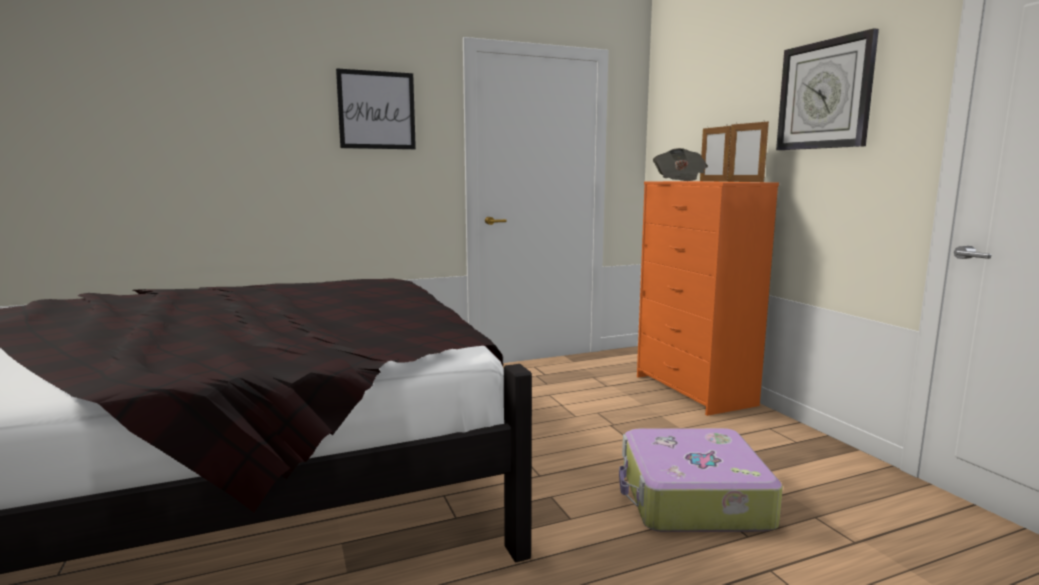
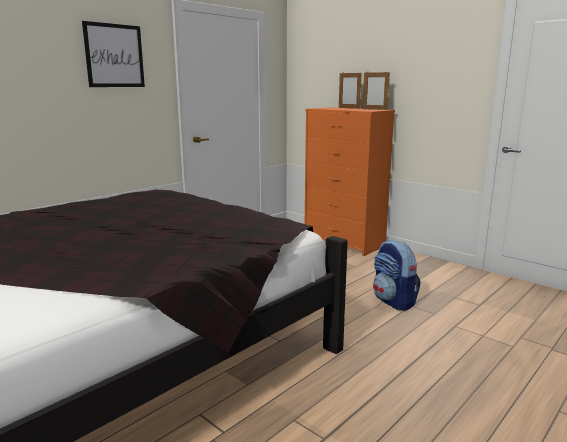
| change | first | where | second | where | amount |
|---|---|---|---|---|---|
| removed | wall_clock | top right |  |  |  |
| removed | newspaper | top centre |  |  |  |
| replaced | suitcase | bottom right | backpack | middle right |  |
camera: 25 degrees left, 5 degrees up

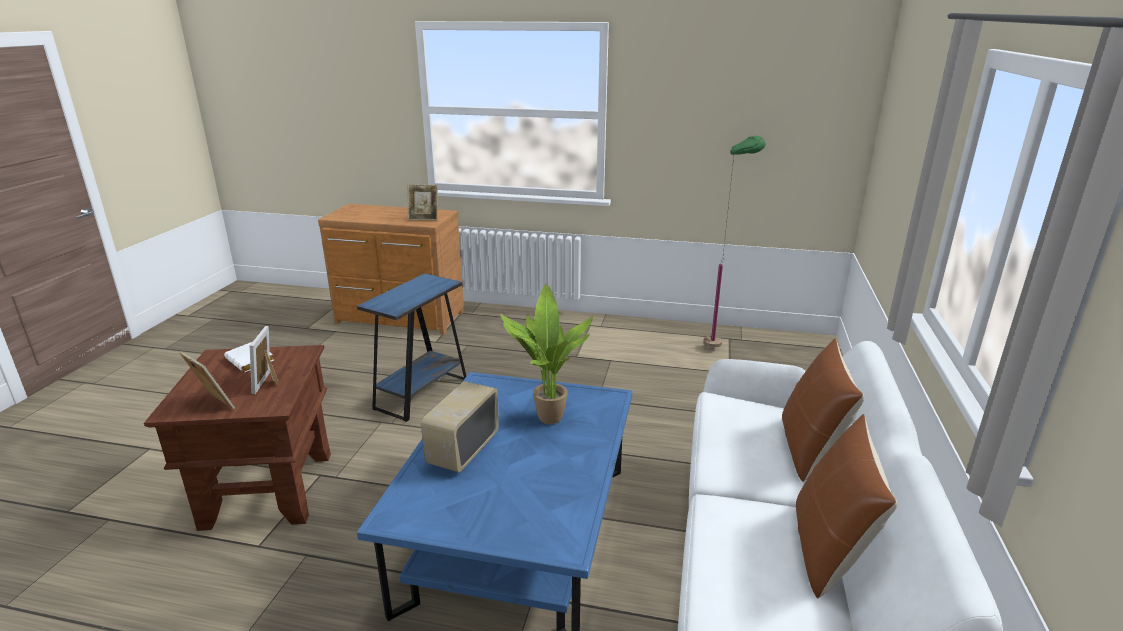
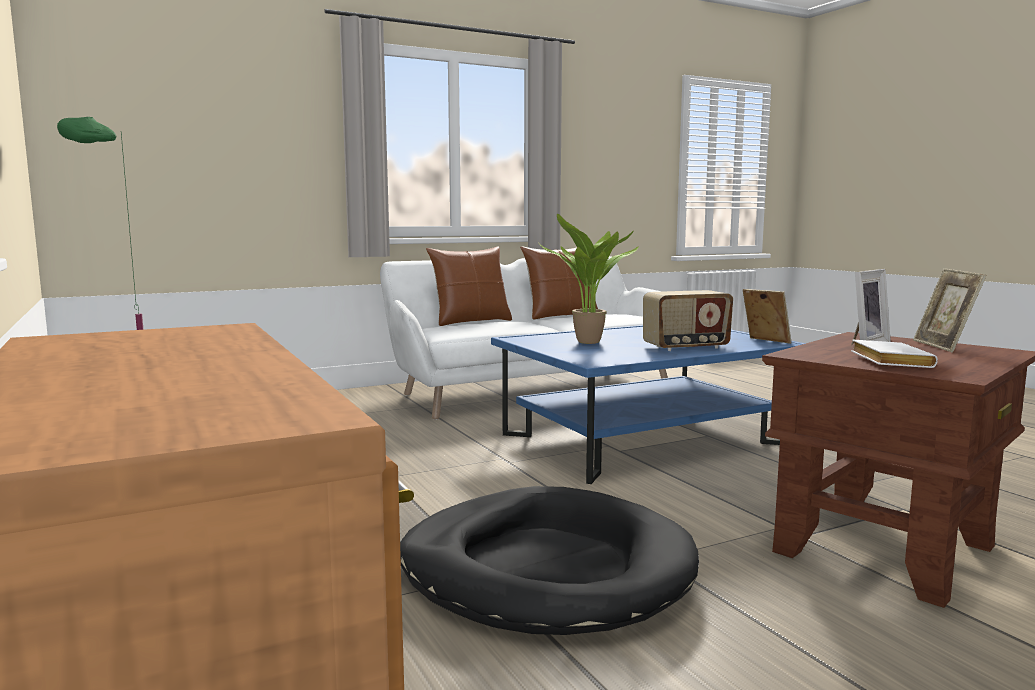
| change | first | where | second | where | amount |
|---|---|---|---|---|---|
| moved | picture_frame (3rd from left in the first image) | top centre | picture_frame (1st from left) | middle right |  |
| replaced | blue_side_table | centre | black_dog_bed | bottom centre |  |
camera: 130 degrees left, 15 degrees down

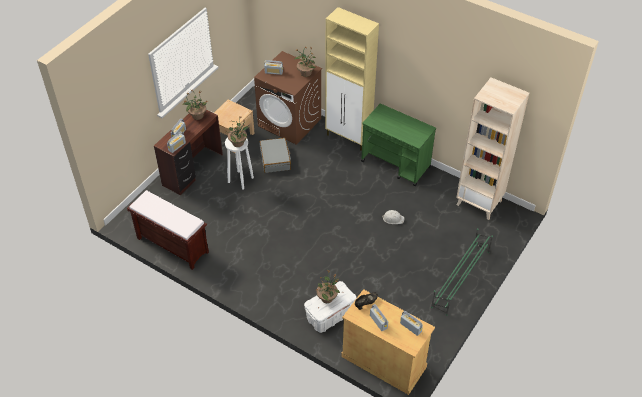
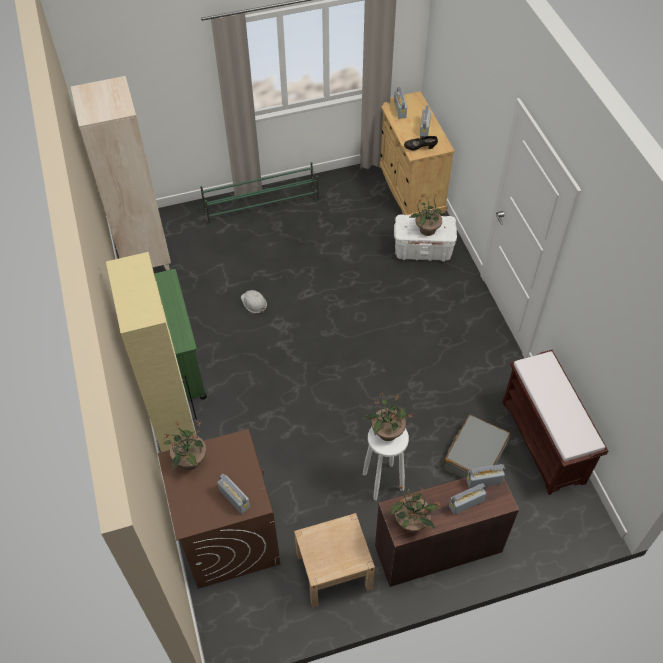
| change | first | where | second | where | amount |
|---|---|---|---|---|---|
| moved | grey_suitcase | centre |  | bottom right |  |
camera: 140 degrees left, 5 degrees up

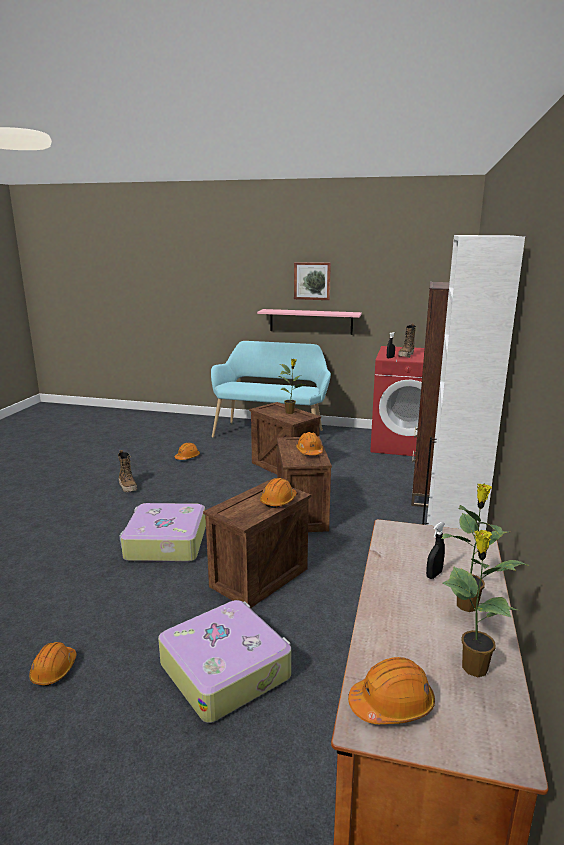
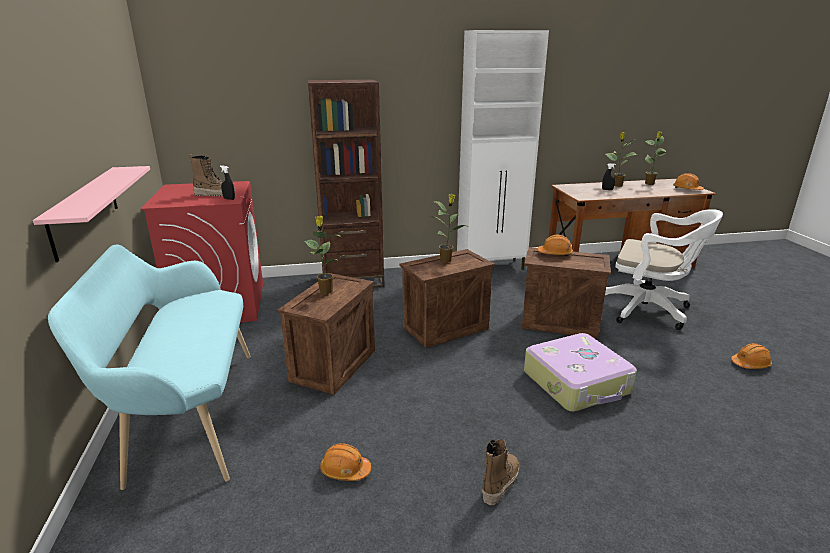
| change | first | where | second | where | amount |
|---|---|---|---|---|---|
| removed | picture | top centre |  |  |  |
| replaced | orange_hard_hat (4th from left) | centre | potted_plant (2nd from left) | centre |  |
| replaced | suitcase (2nd from left) | bottom centre | white_office_chair | middle right |  |
camera: 115 degrees left, 5 degrees up

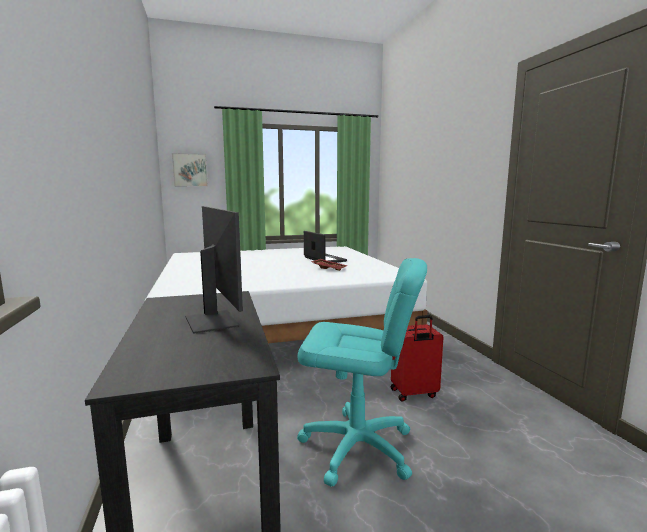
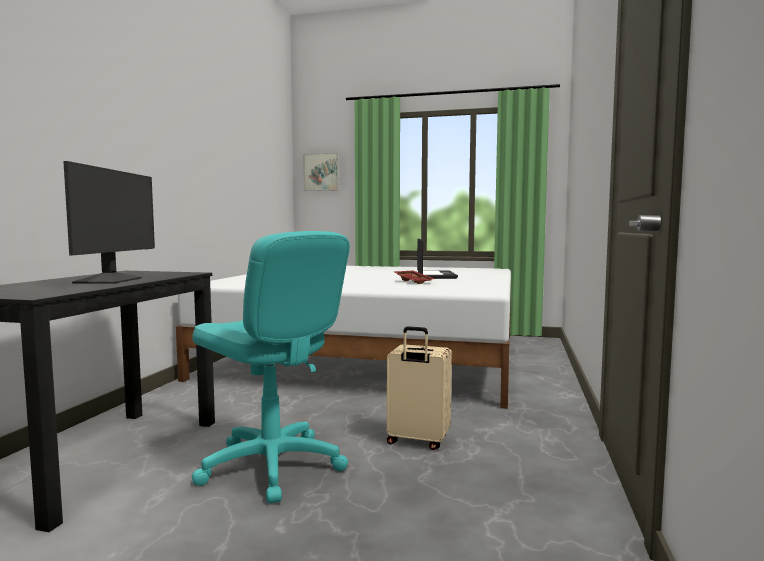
| change | first | where | second | where | amount |
|---|---|---|---|---|---|
| recoloured | red_suitcase | bottom centre | beige_suitcase | bottom centre |  |
camera: 30 degrees right, 5 degrees down

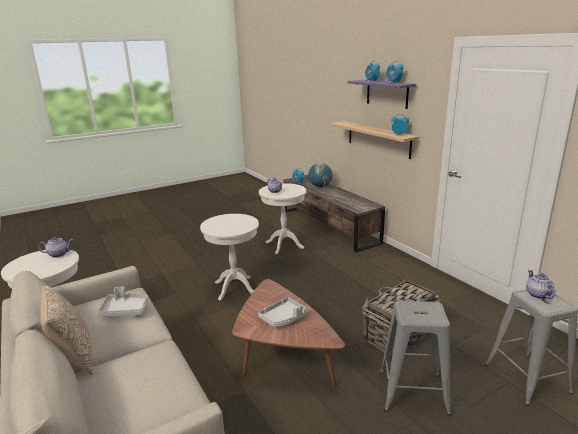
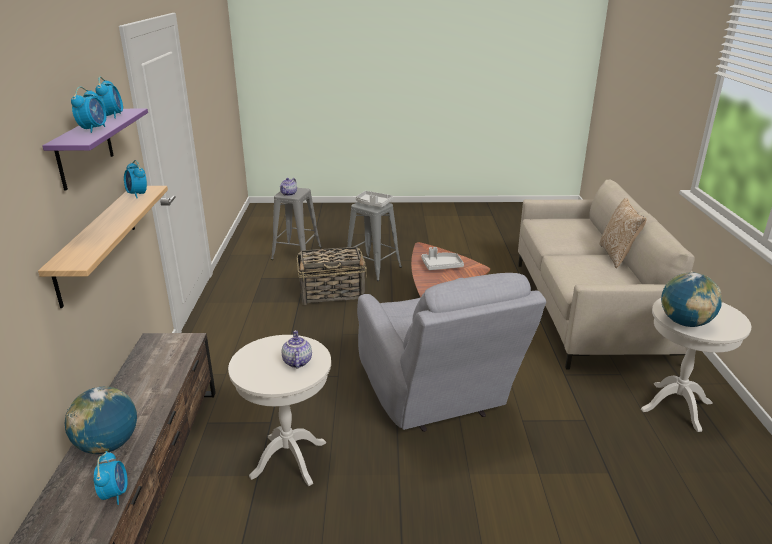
| change | first | where | second | where | amount |
|---|---|---|---|---|---|
| replaced | white_side_table (2nd from left) | centre | grey_armchair | centre |  |
| replaced | teapot (1st from left) | middle left | globe (2nd from left) | middle right |  |
| moved | grey_tray (1st from left) | bottom left |  | centre |  |
camera: 150 degrees left, 5 degrees up

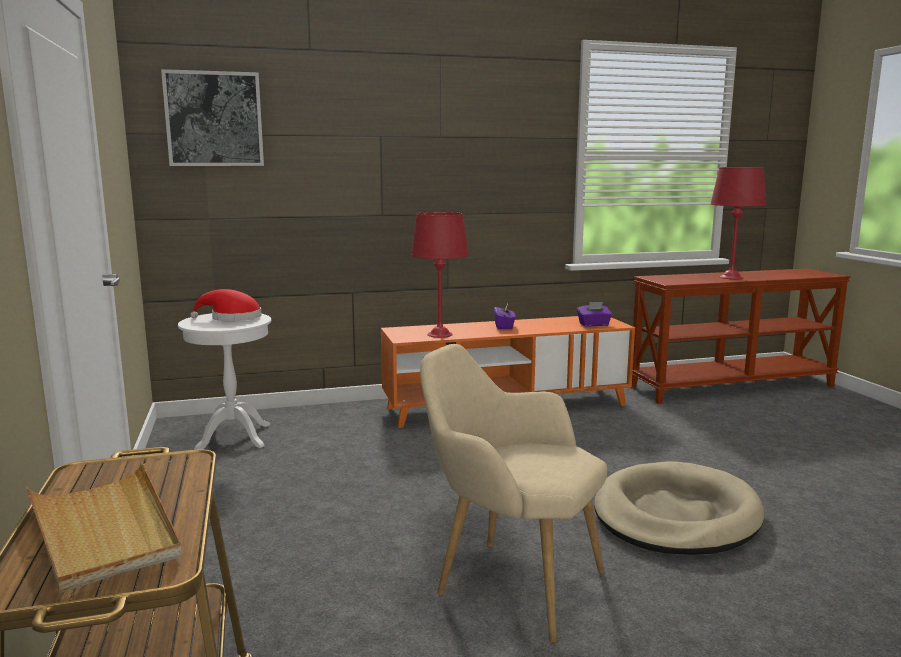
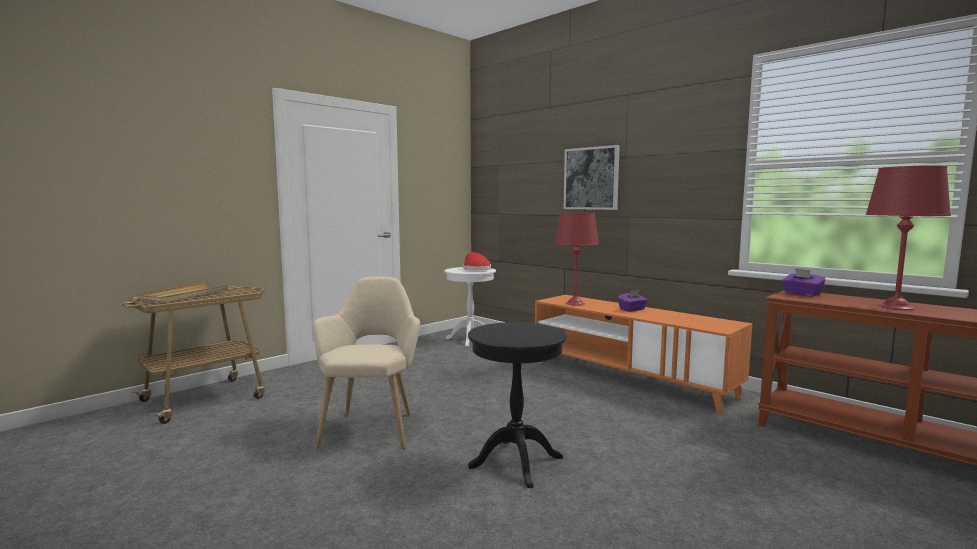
| change | first | where | second | where | amount |
|---|---|---|---|---|---|
| moved | picture | top left |  | top centre |  |
| moved | purple_tissue_box (2nd from left) | centre |  | middle right |  |
| replaced | beige_dog_bed | bottom right | black_side_table | bottom centre |  |
camera: 60 degrees right, 5 degrees down

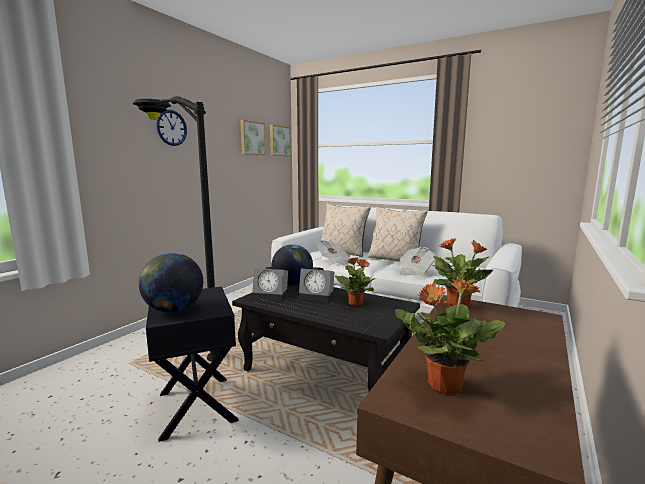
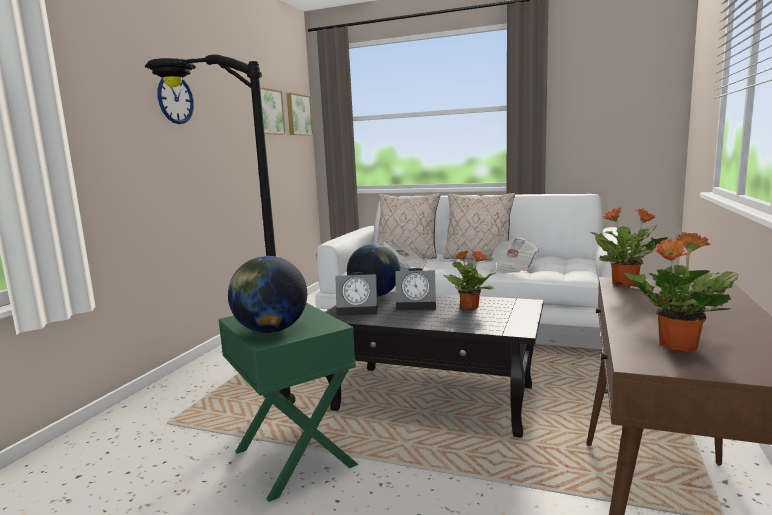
| change | first | where | second | where | amount |
|---|---|---|---|---|---|
| recoloured | black_side_table | bottom left | green_side_table | bottom centre |  |
camera: 10 degrees left, 0 degrees up

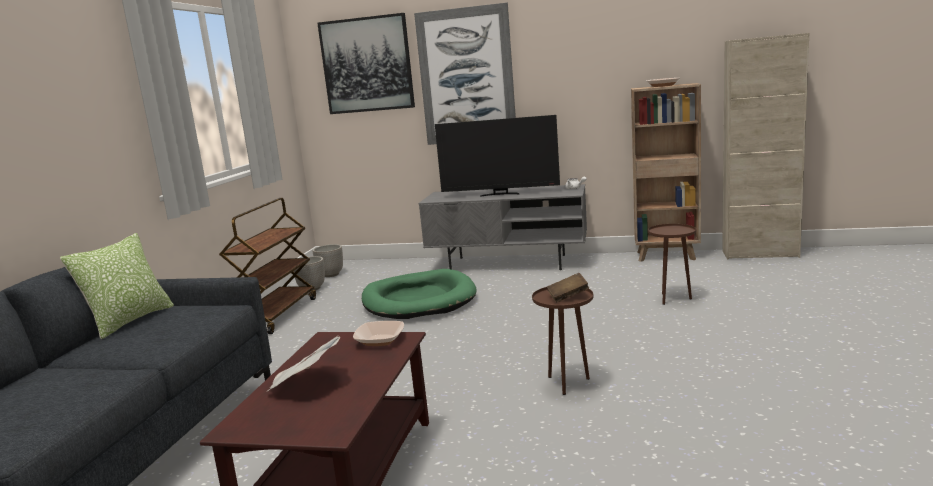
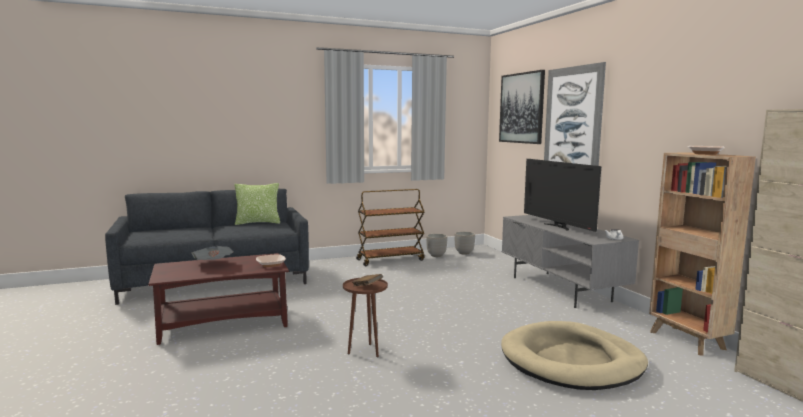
| change | first | where | second | where | amount |
|---|---|---|---|---|---|
| replaced | brown_side_table (2nd from left) | middle right | beige_dog_bed | bottom right |  |
| removed | green_dog_bed | centre |  |  |  |
camera: 55 degrees right, 5 degrees down

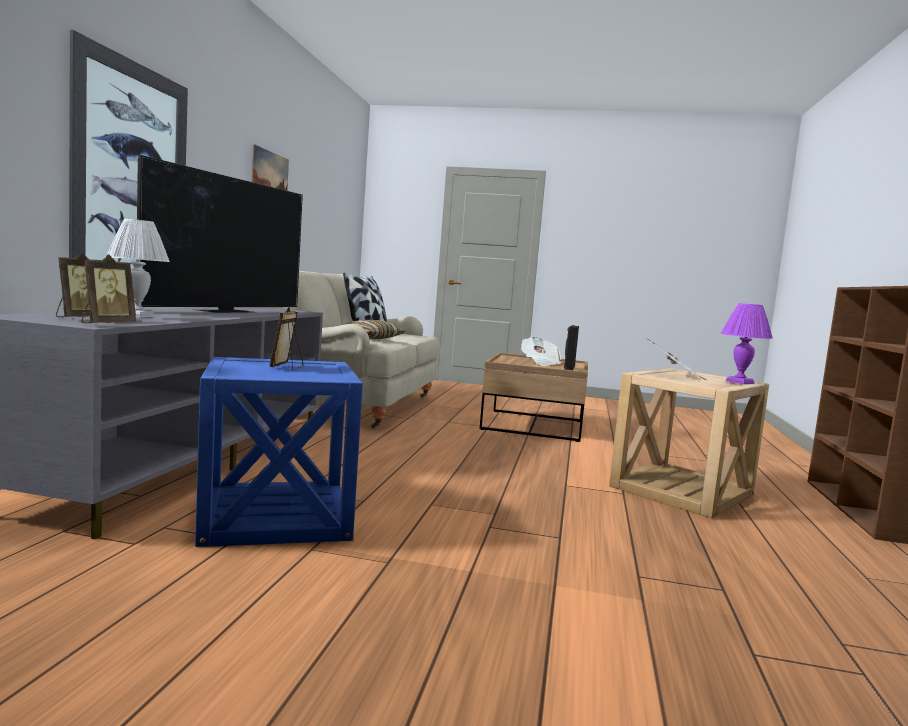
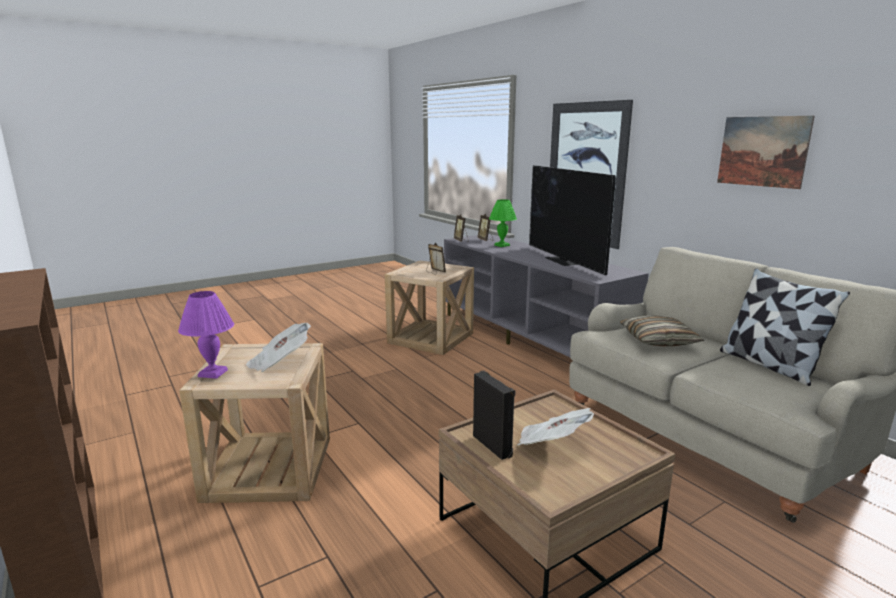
| change | first | where | second | where | amount |
|---|---|---|---|---|---|
| recoloured | white_table_lamp | middle left | green_table_lamp | centre |  |
| recoloured | blue_side_table | middle left | beige_side_table (2nd from left) | centre |  |
camera: 135 degrees right, 10 degrees up

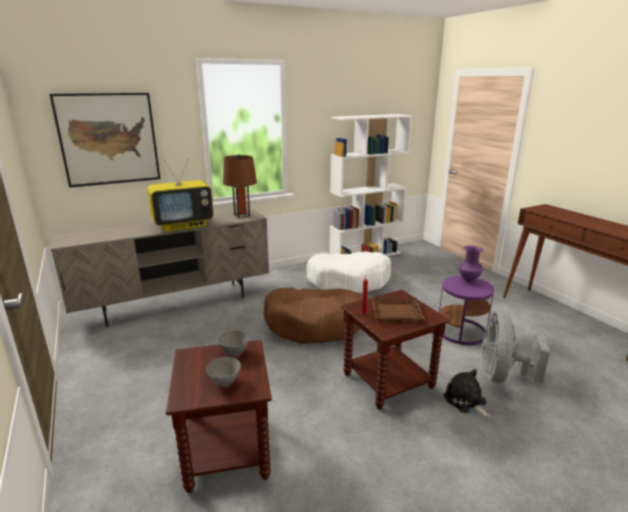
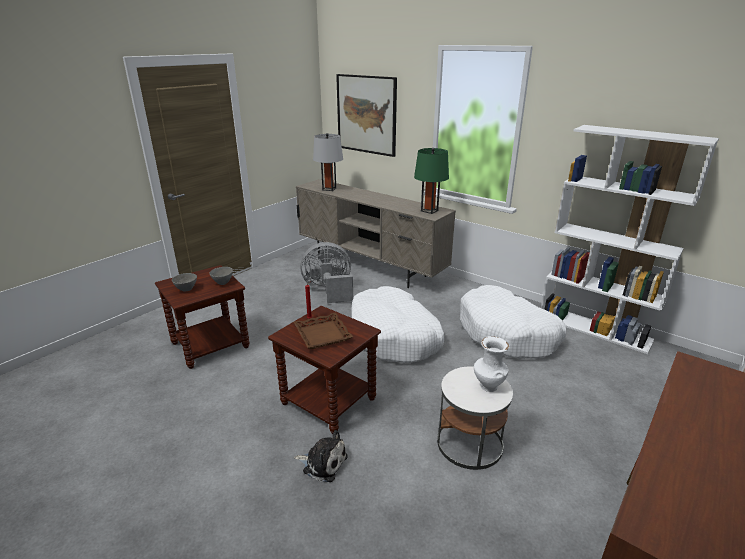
| change | first | where | second | where | amount |
|---|---|---|---|---|---|
| recoloured | brown_table_lamp | centre | green_table_lamp | top centre |  |
| removed | television | middle left |  |  |  |
| recoloured | purple_vase | middle right | white_vase | centre |  |
| recoloured | purple_side_table | middle right | white_side_table | bottom centre |  |
| recoloured | brown_dog_bed | centre | white_dog_bed (1st from left) | centre |  |
| moved | grey_fan | bottom right |  | centre |  |
| turned | plush_toy | bottom right |  | bottom centre | 75 degrees clockwise |
| added |  |  | grey_table_lamp | top centre |  |
camera: 65 degrees right, 5 degrees up

